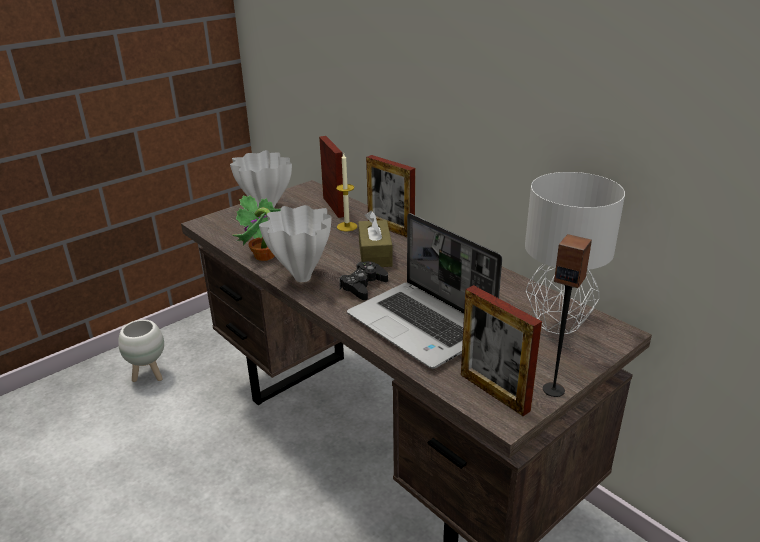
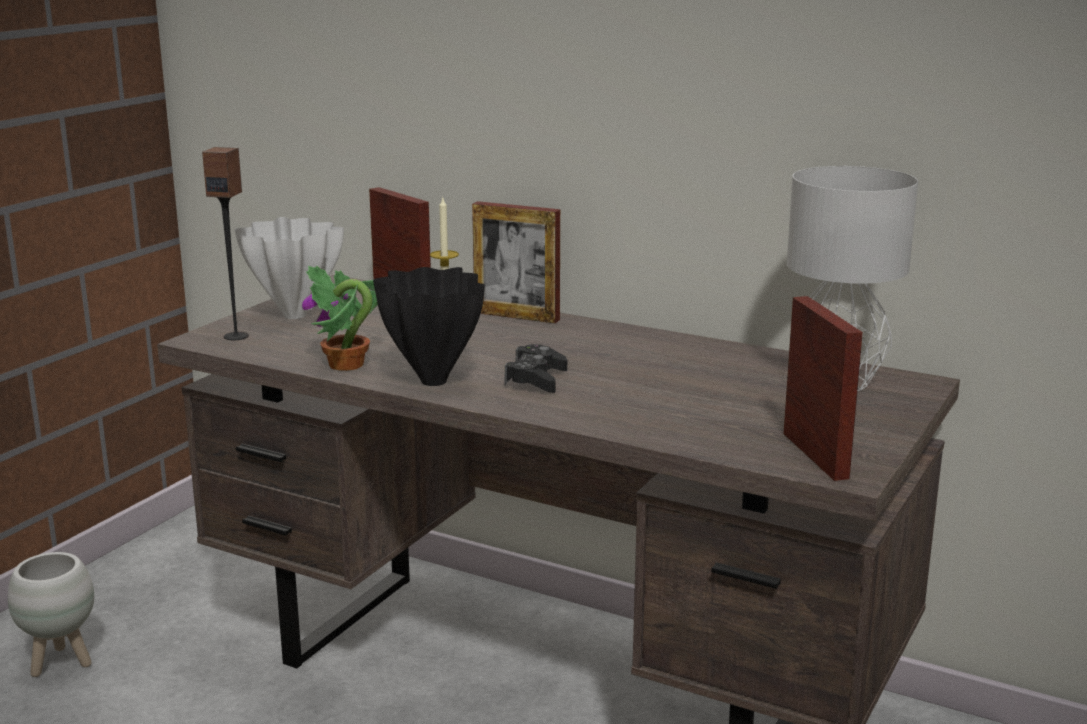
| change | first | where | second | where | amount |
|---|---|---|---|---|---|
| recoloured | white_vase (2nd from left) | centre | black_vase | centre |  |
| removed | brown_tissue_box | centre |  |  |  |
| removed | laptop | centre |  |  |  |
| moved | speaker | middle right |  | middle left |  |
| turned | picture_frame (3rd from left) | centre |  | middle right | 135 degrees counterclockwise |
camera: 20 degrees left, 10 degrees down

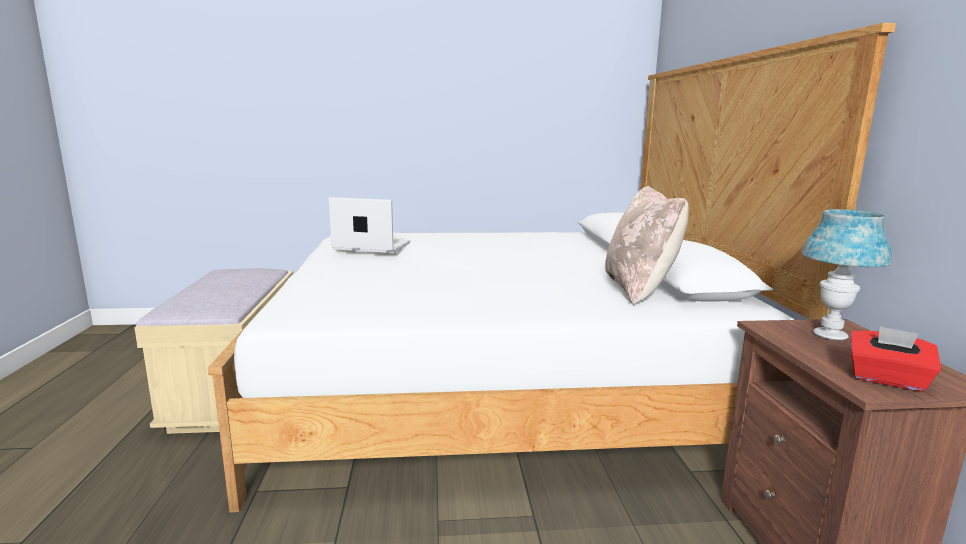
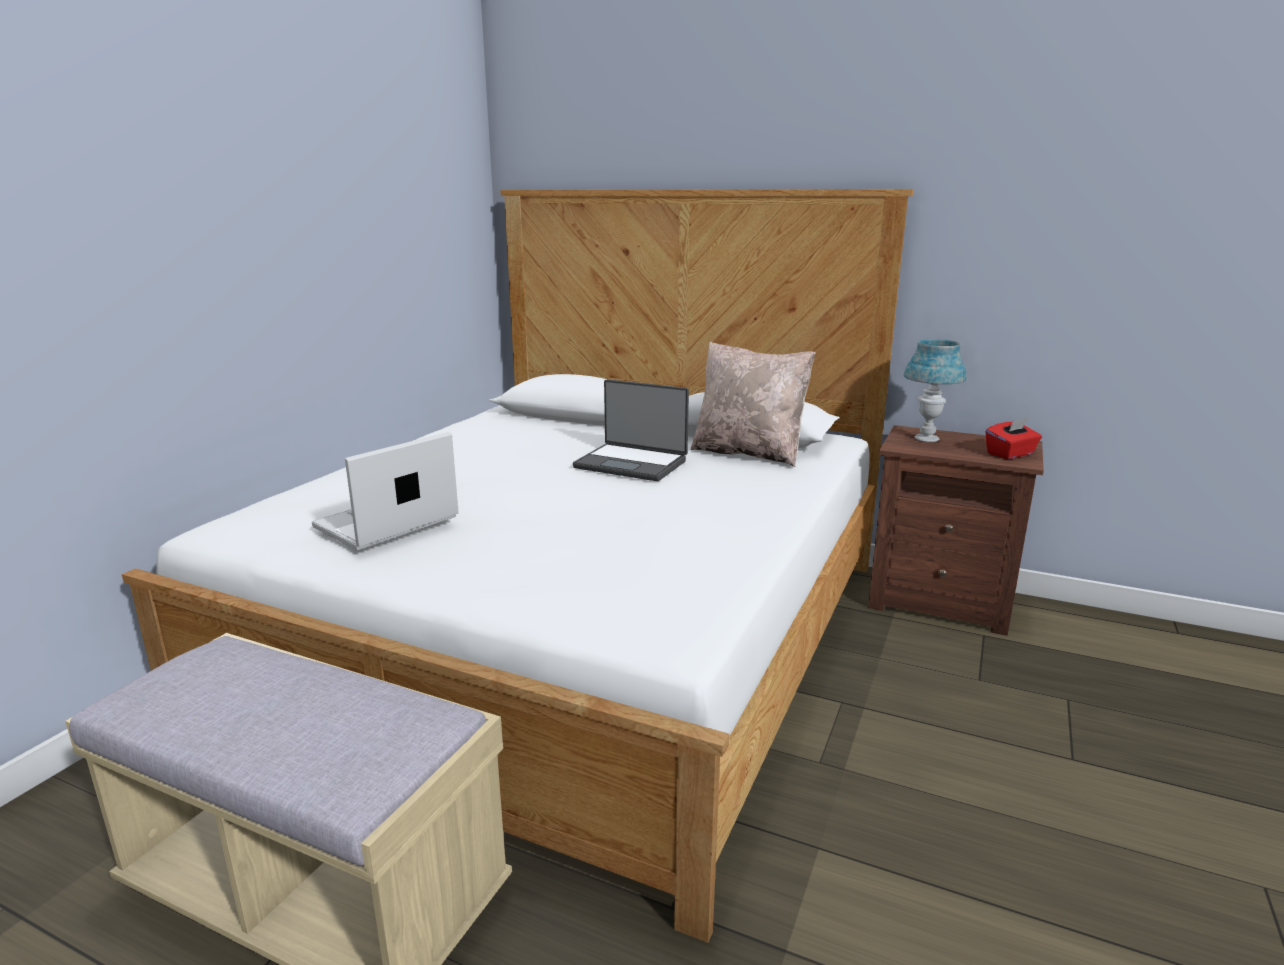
| change | first | where | second | where | amount |
|---|---|---|---|---|---|
| added |  |  | laptop (2nd from left) | centre |  |
camera: 60 degrees left, 5 degrees up

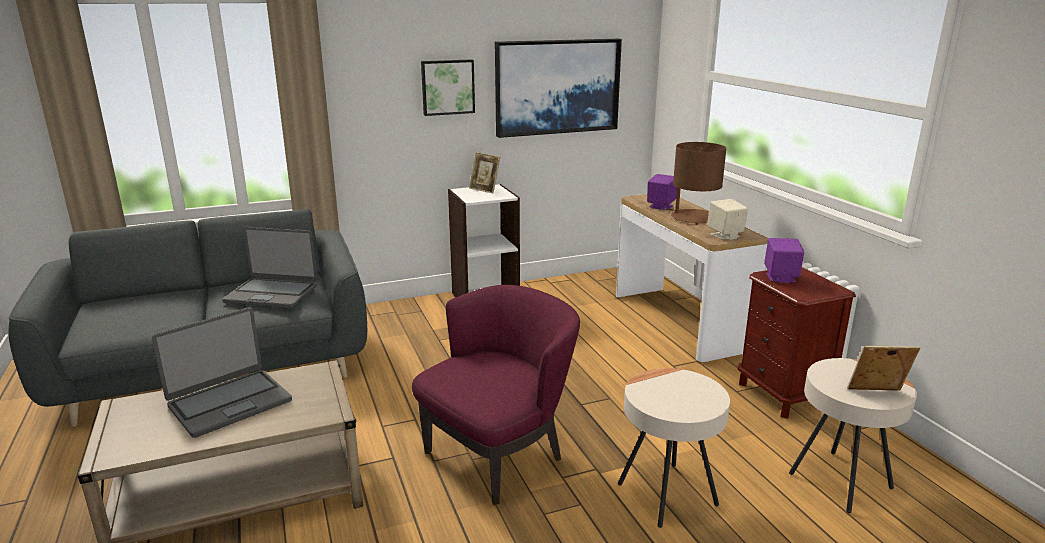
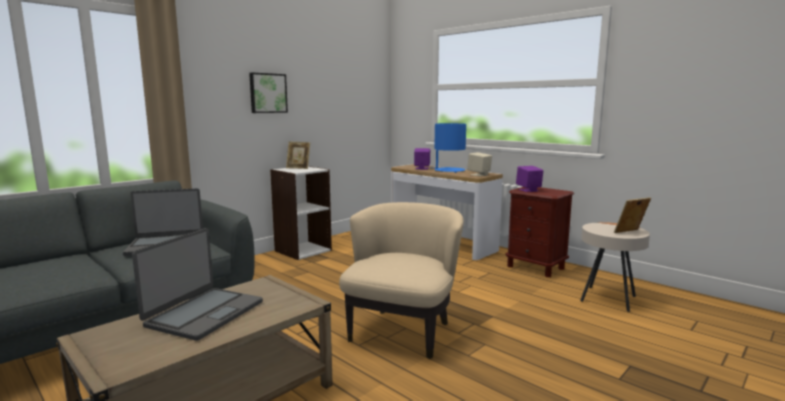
| change | first | where | second | where | amount |
|---|---|---|---|---|---|
| removed | picture (2nd from left) | top centre |  |  |  |
| recoloured | brown_table_lamp | centre | blue_table_lamp | centre |  |
| recoloured | purple_armchair | bottom centre | beige_armchair | bottom centre |  |
| removed | beige_side_table (1st from left) | bottom centre |  |  |  |
camera: 25 degrees left, 10 degrees down

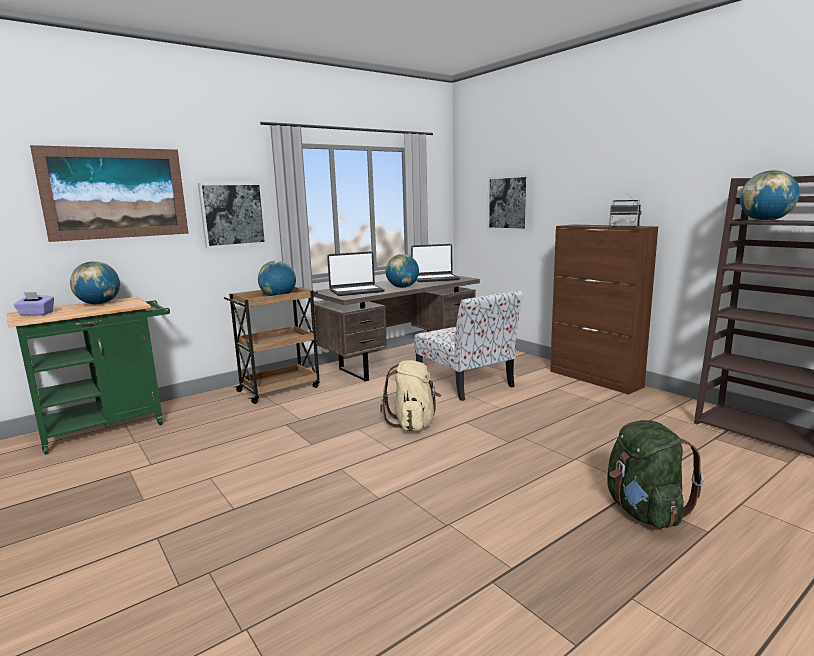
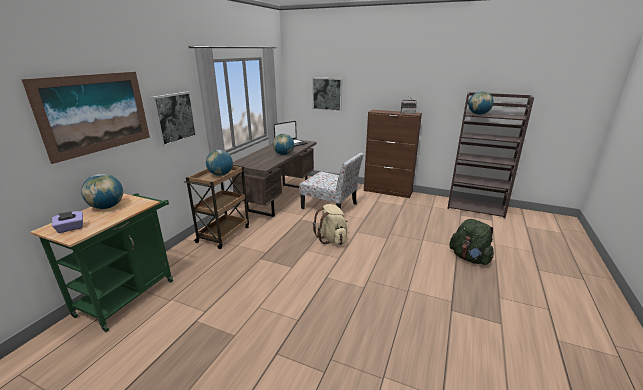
| change | first | where | second | where | amount |
|---|---|---|---|---|---|
| removed | laptop (1st from left) | centre |  |  |  |
camera: 30 degrees left, 10 degrees up

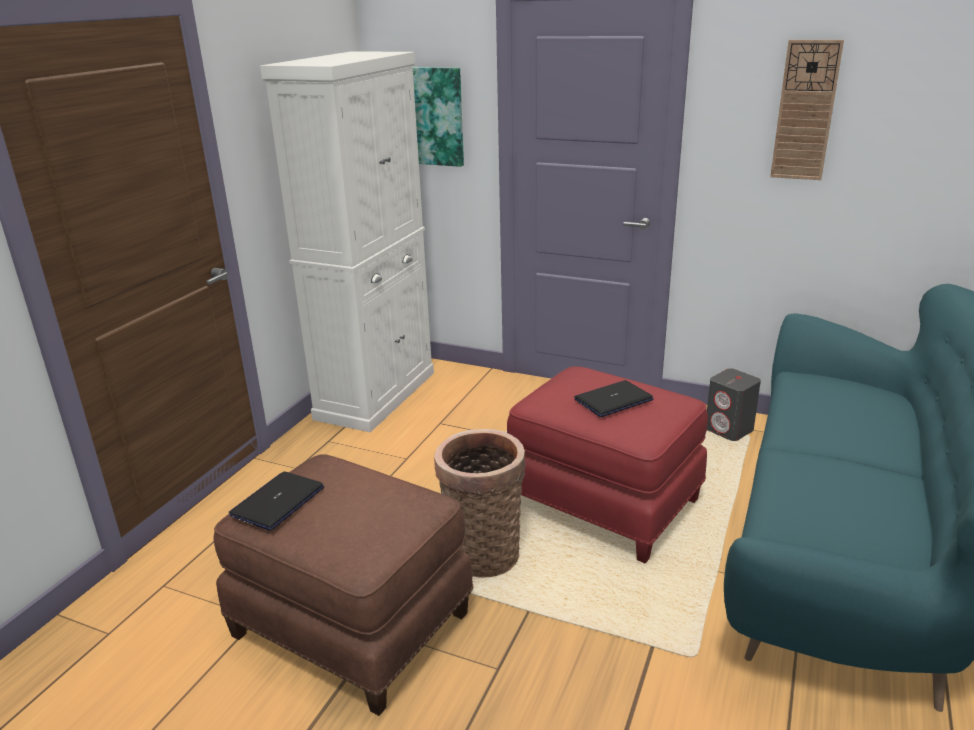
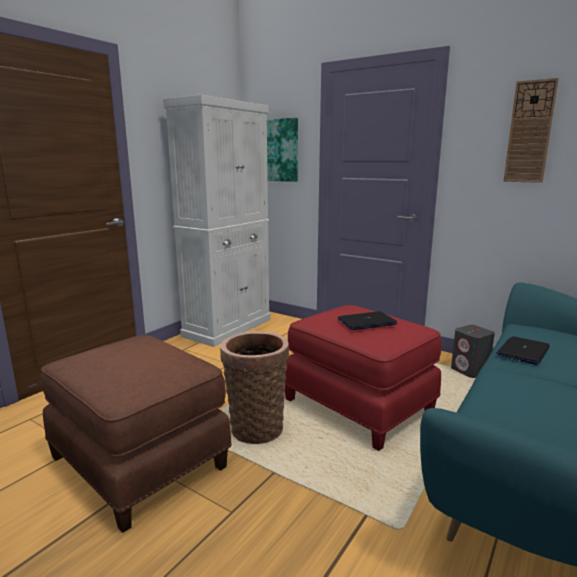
| change | first | where | second | where | amount |
|---|---|---|---|---|---|
| moved | laptop (1st from left in the first image) | bottom left | laptop (2nd from left) | middle right |  |
camera: 10 degrees right, 10 degrees down

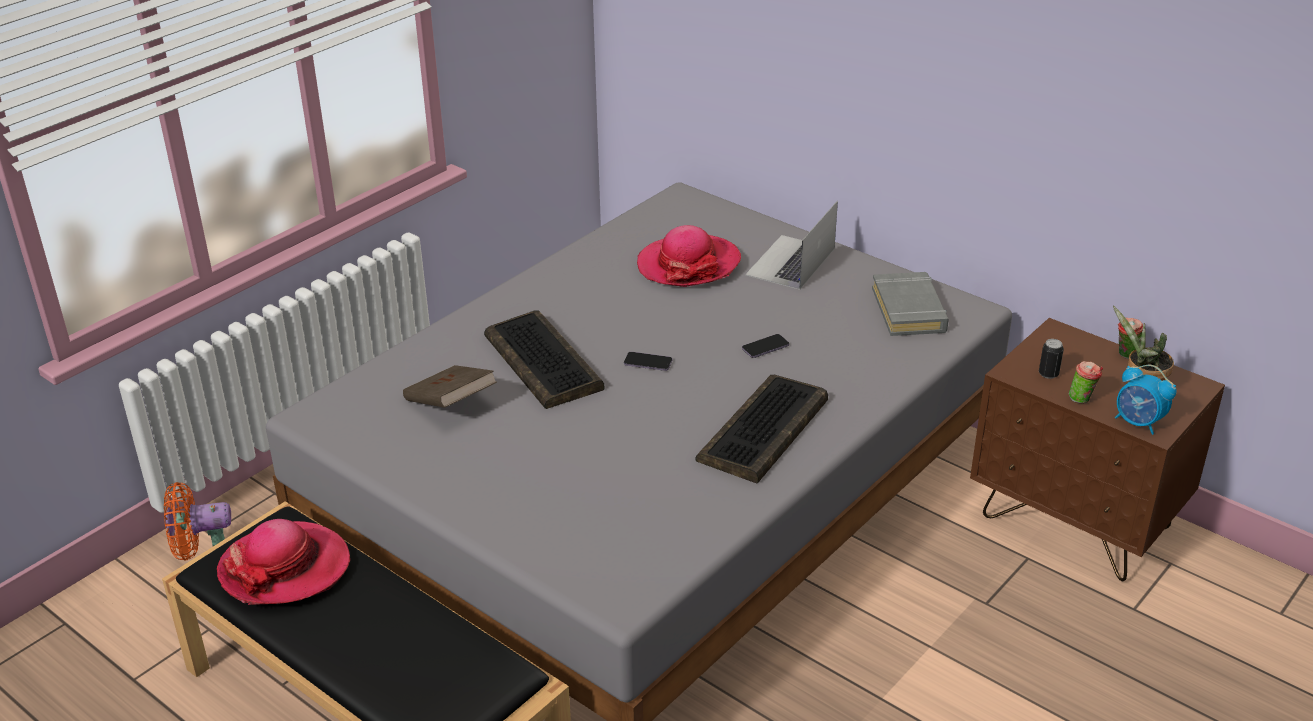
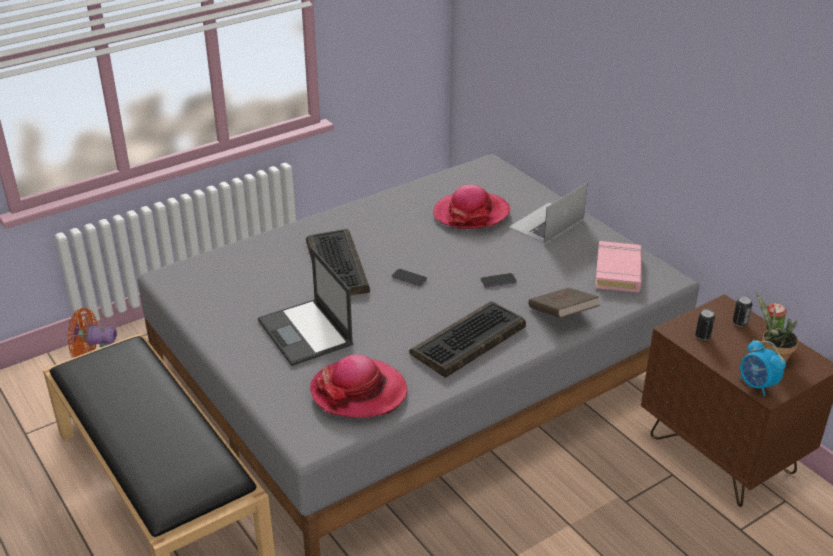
| change | first | where | second | where | amount |
|---|---|---|---|---|---|
| recoloured | grey_book | middle right | pink_book | middle right |  |
| removed | cup (1st from left) | middle right |  |  |  |
| moved | brown_book | centre |  | middle right |  |
| moved | hat (1st from left) | bottom left |  | bottom centre |  |
| added |  |  | laptop (1st from left) | centre |  |
| added |  |  | can (2nd from left) | middle right |  |
camera: 15 degrees right, 0 degrees up

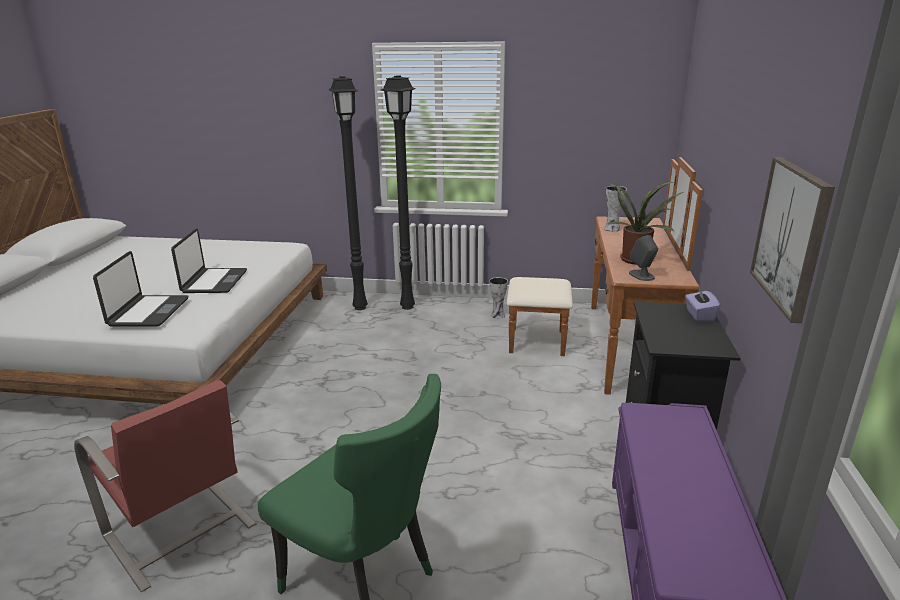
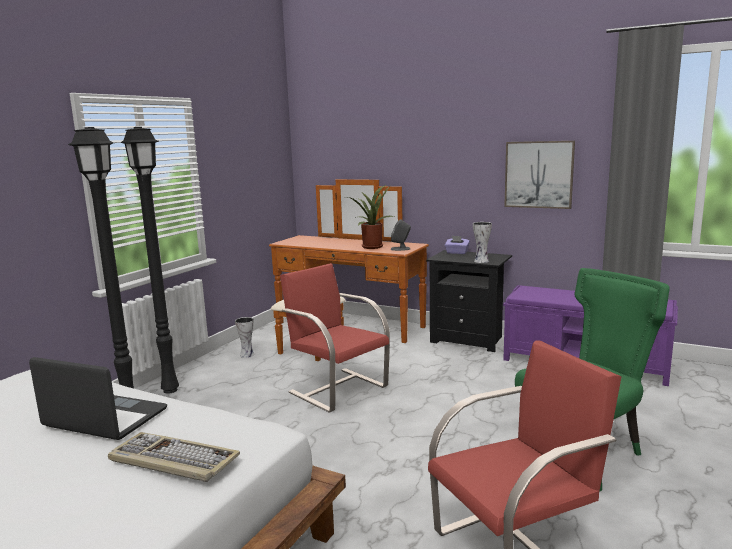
| change | first | where | second | where | amount |
|---|---|---|---|---|---|
| moved | vase (2nd from left) | middle right |  | centre |  |
| replaced | laptop (1st from left) | middle left | keyboard | bottom left |  |
| added |  |  | red_chair (1st from left) | centre |  |
camera: 70 degrees left, 10 degrees down

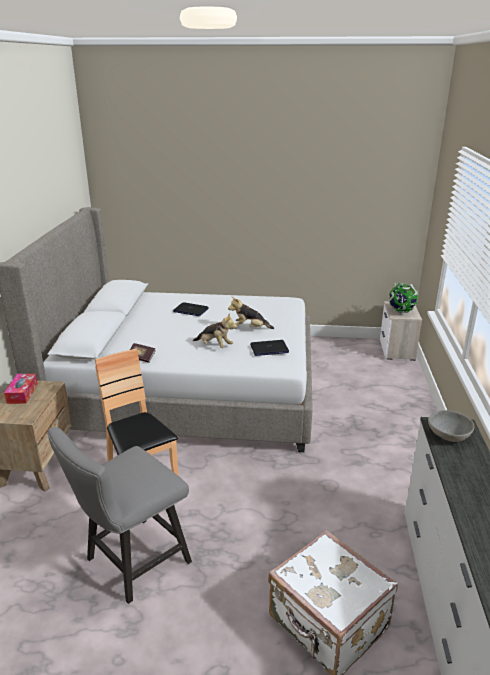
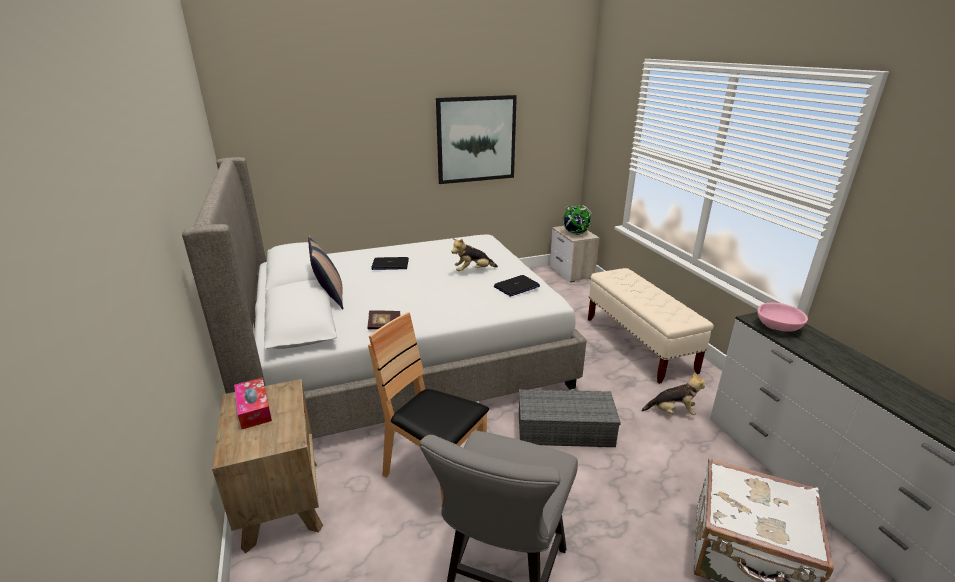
| change | first | where | second | where | amount |
|---|---|---|---|---|---|
| moved | plush_toy (1st from left in the first image) | centre | plush_toy (2nd from left) | bottom right |  |
| recoloured | grey_bowl | middle right | pink_bowl | middle right |  |
| added |  |  | picture | top centre |  |
| added |  |  | pillow | centre |  |
| added |  |  | beige_bench | middle right |  |
| added |  |  | grey_storage_box | bottom centre |  |
camera: 25 degrees left, 0 degrees up

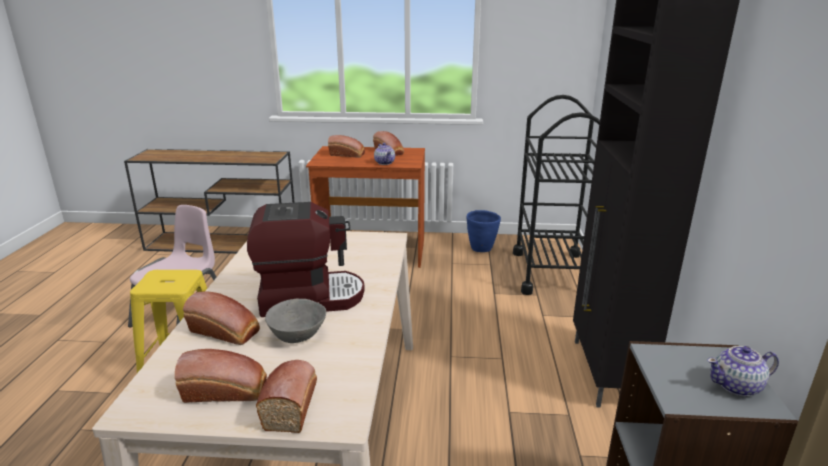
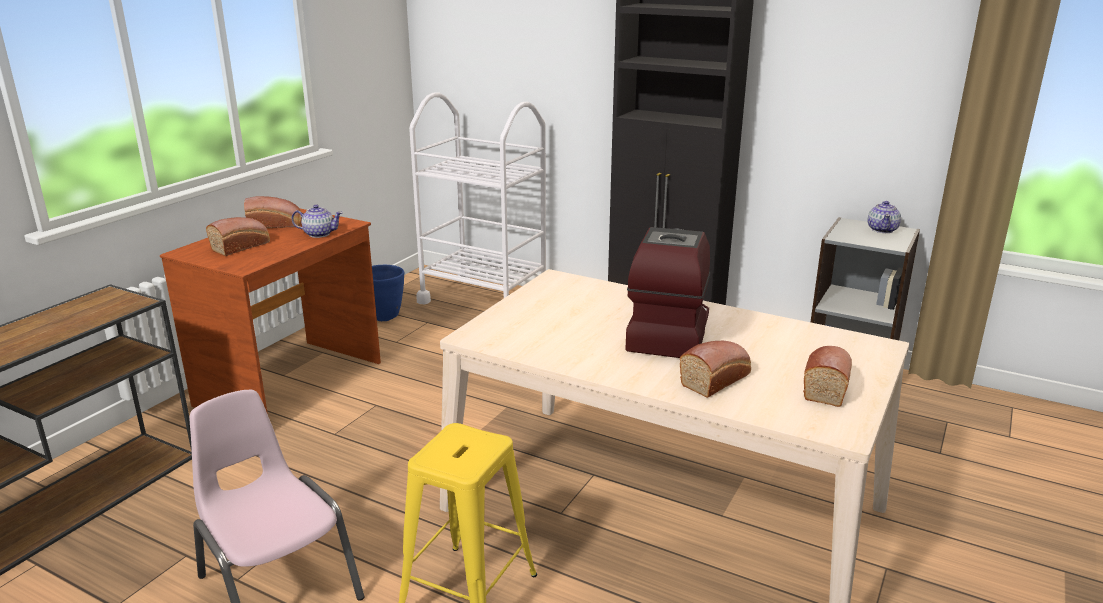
| change | first | where | second | where | amount |
|---|---|---|---|---|---|
| recoloured | black_cart | middle right | white_cart | top centre |  |
| removed | grey_bowl | bottom centre |  |  |  |
| removed | bread (3rd from left) | bottom centre |  |  |  |
camera: 65 degrees left, 0 degrees up

